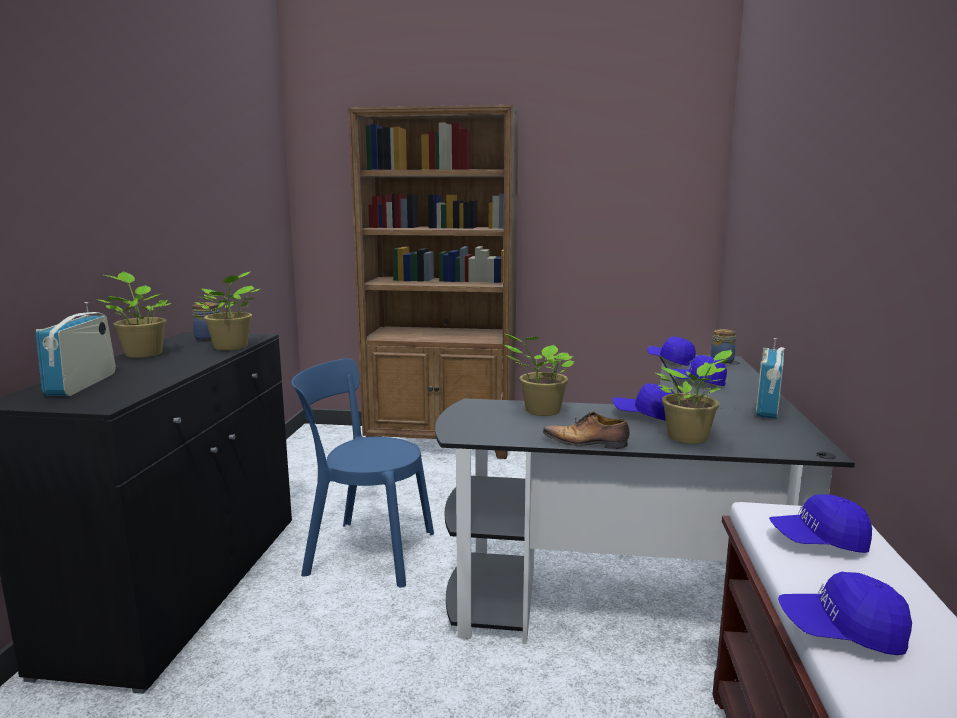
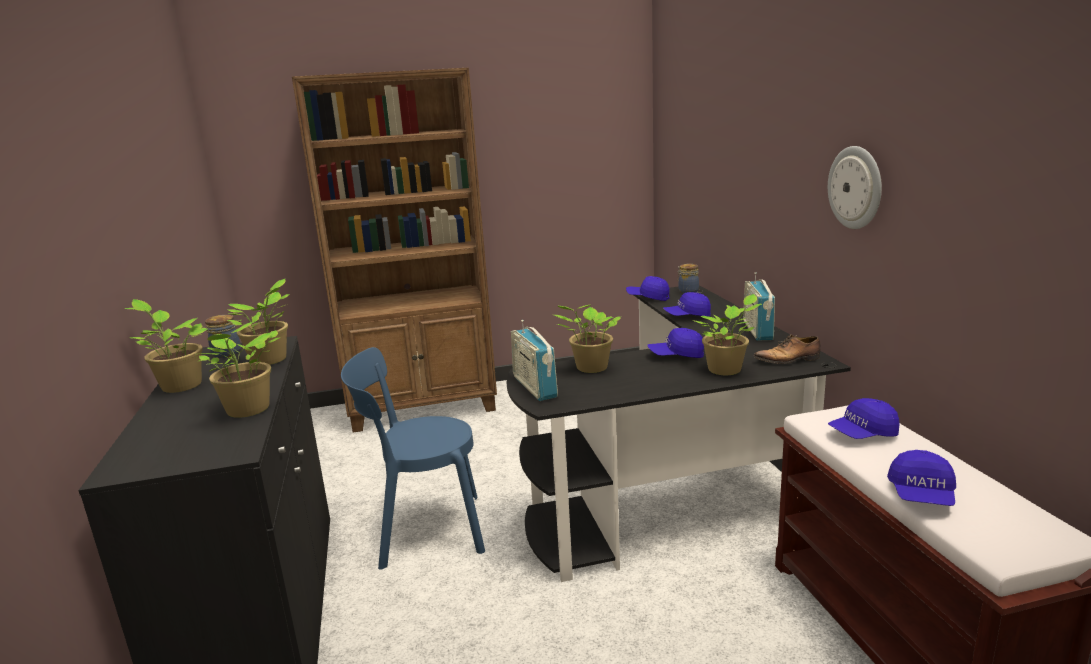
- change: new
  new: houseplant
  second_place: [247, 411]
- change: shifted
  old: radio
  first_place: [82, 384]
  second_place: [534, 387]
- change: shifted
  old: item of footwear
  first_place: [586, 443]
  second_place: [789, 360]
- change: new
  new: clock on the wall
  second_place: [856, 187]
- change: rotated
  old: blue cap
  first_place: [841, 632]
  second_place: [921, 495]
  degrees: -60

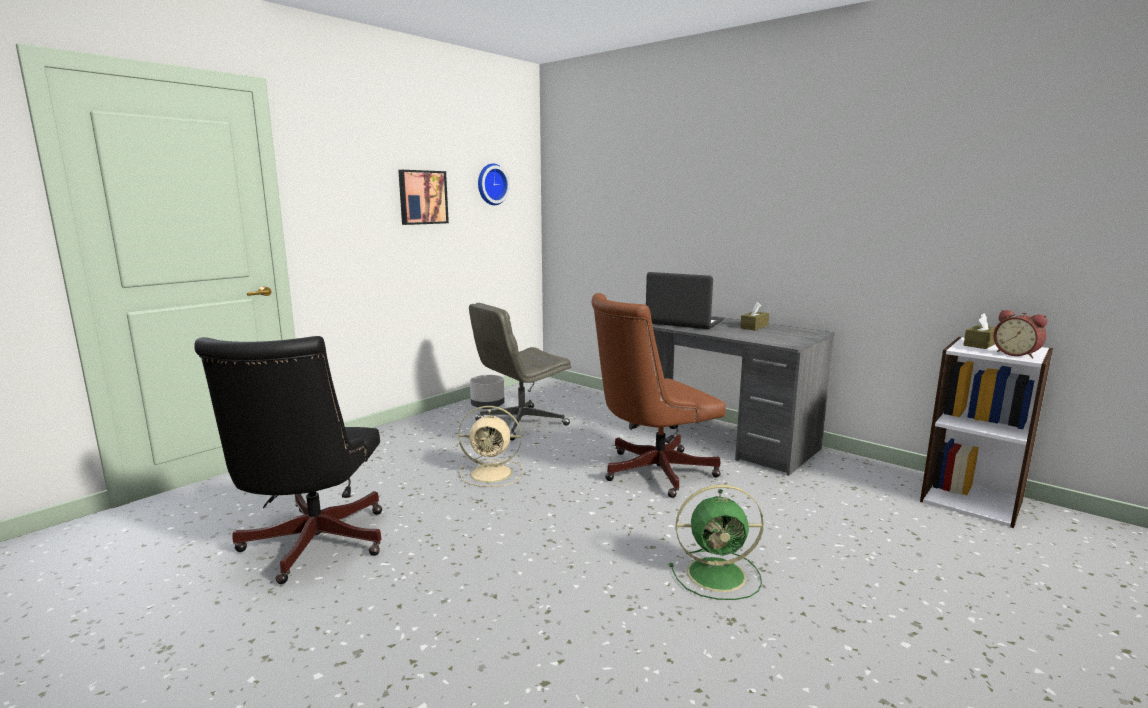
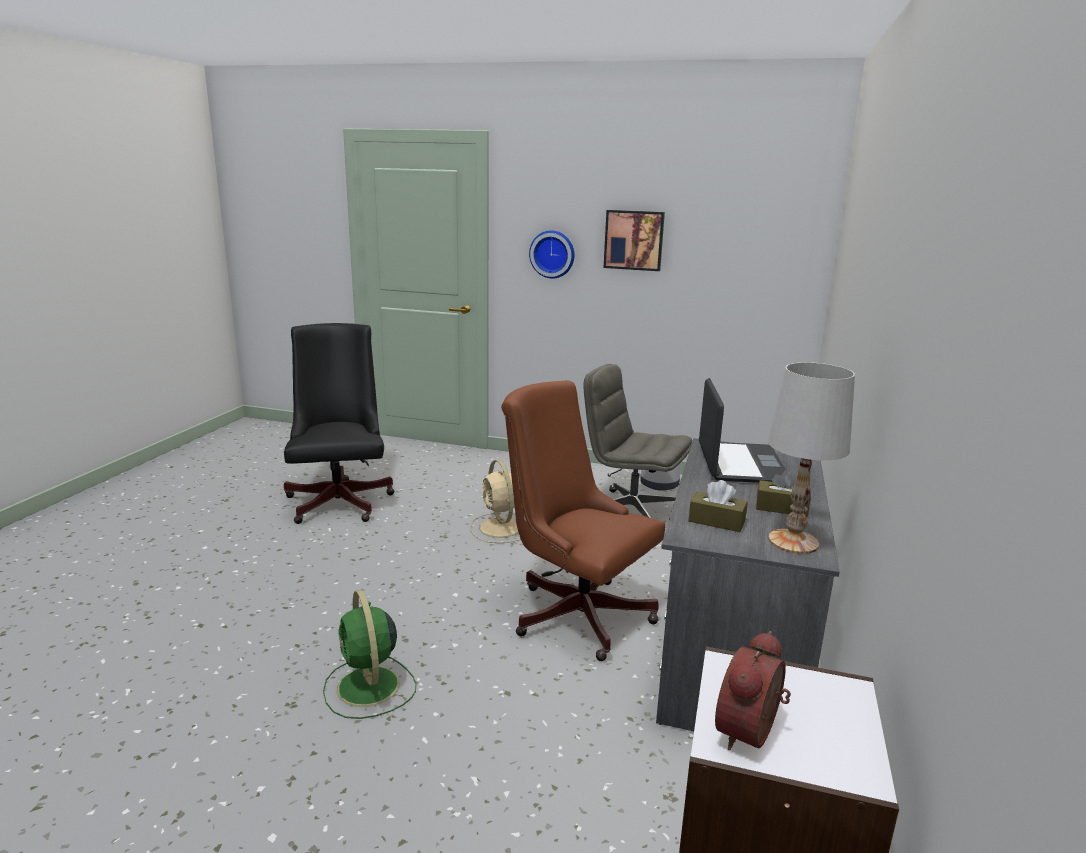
- change: rotated
  old: black office chair
  first_place: [311, 547]
  second_place: [340, 499]
  degrees: 105
- change: shifted
  old: clock on the wall
  first_place: [491, 184]
  second_place: [552, 254]
- change: shifted
  old: brown box of tissues
  first_place: [980, 344]
  second_place: [716, 521]
- change: new
  new: whitish lamp for a table
  second_place: [794, 542]

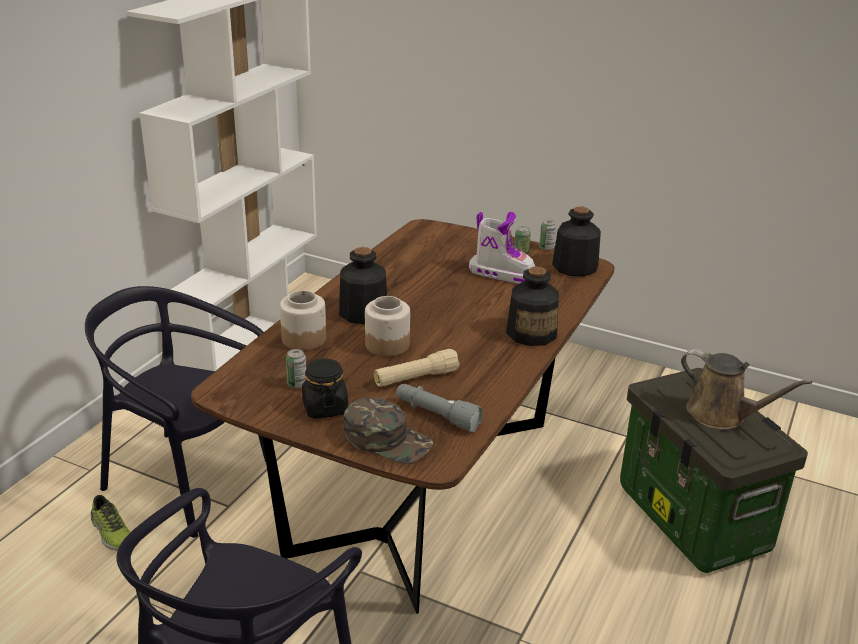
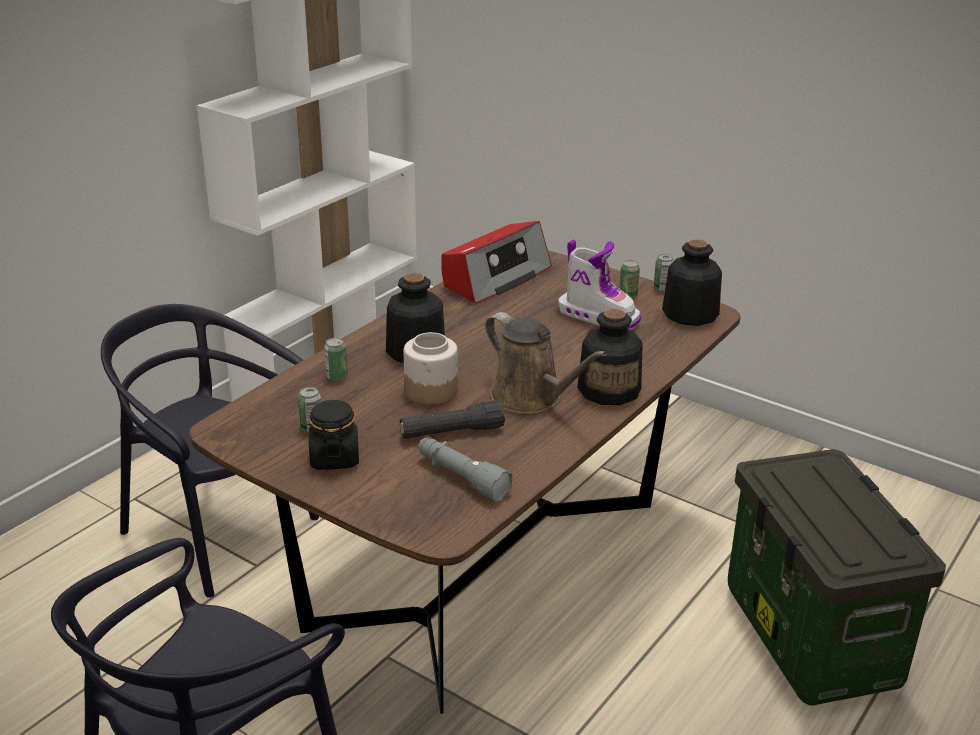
- change: swapped
  old: preserve jar
  new: sealed can
  first_place: [304, 339]
  second_place: [337, 376]
- change: repainted
  old: beige torch
  new: black torch
  first_place: [416, 378]
  second_place: [452, 432]
- change: new
  new: radio
  second_place: [495, 277]
- change: shifted
  old: brown watering pot
  first_place: [721, 415]
  second_place: [531, 398]
- change: gone
  old: item of footwear
  first_place: [112, 533]
- change: gone
  old: green cap
  first_place: [387, 439]

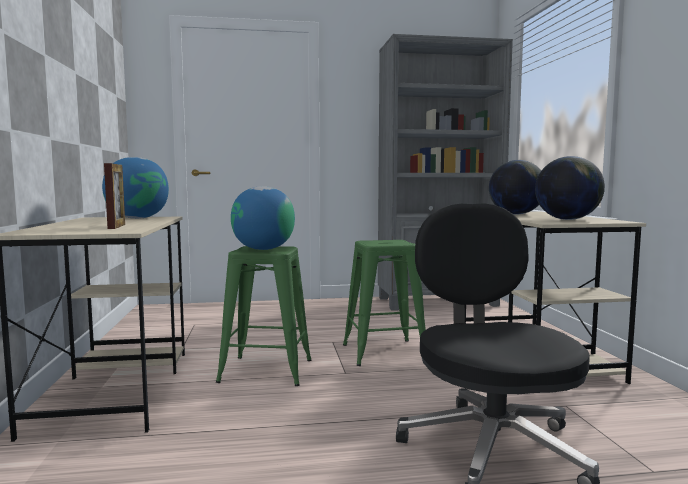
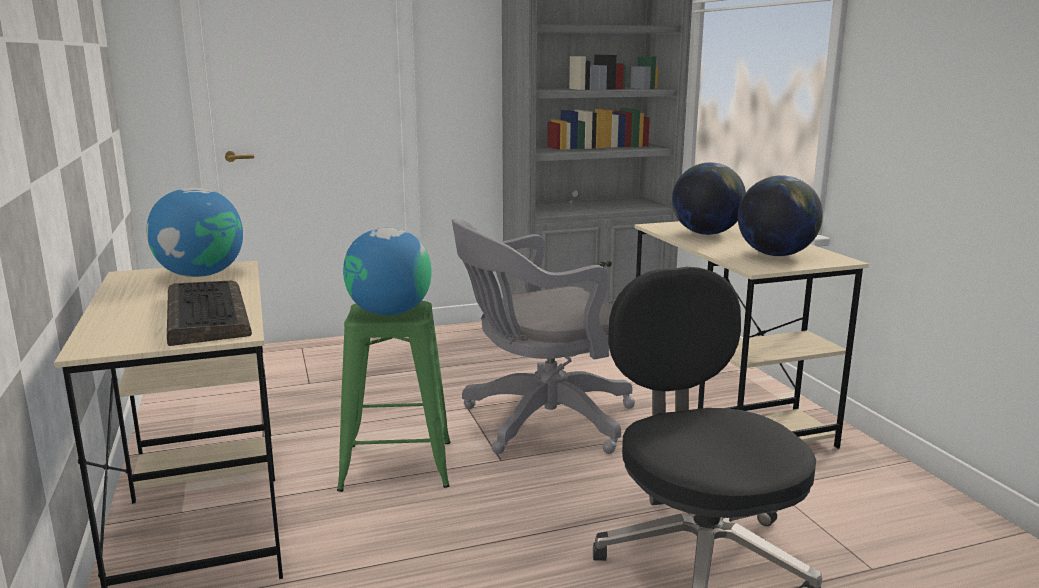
- change: swapped
  old: photo frame
  new: computer keyboard
  first_place: [116, 226]
  second_place: [205, 315]
- change: swapped
  old: green stool seat
  new: greyish office chair
  first_place: [384, 352]
  second_place: [540, 421]

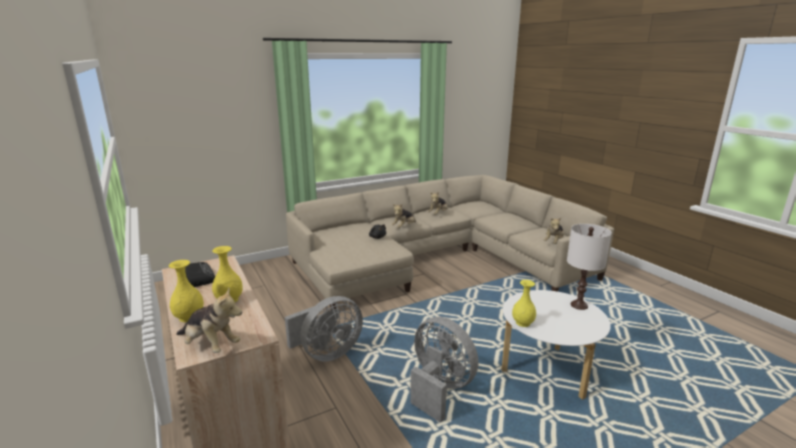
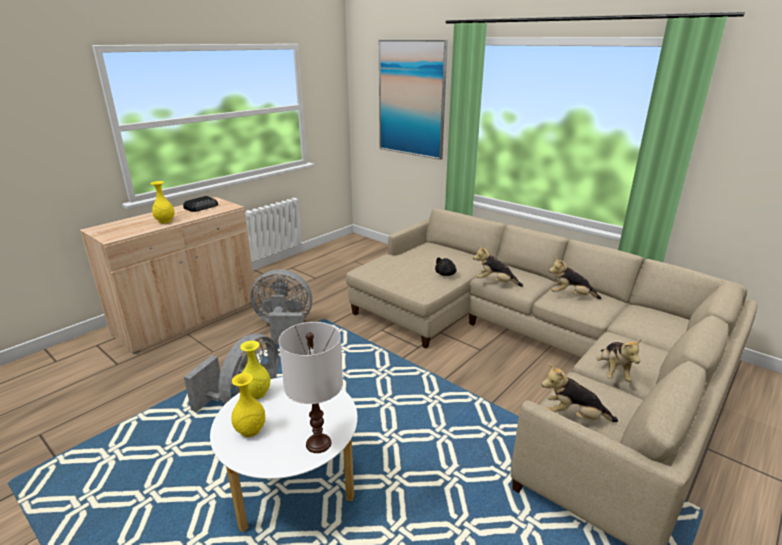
- change: shifted
  old: yellow-coloured flower vase
  first_place: [189, 317]
  second_place: [250, 430]
- change: rotated
  old: greyish fan
  first_place: [327, 353]
  second_place: [284, 329]
  degrees: 150
- change: new
  new: wall picture
  second_place: [411, 99]
- change: shifted
  old: plush toy
  first_place: [210, 345]
  second_place: [613, 372]

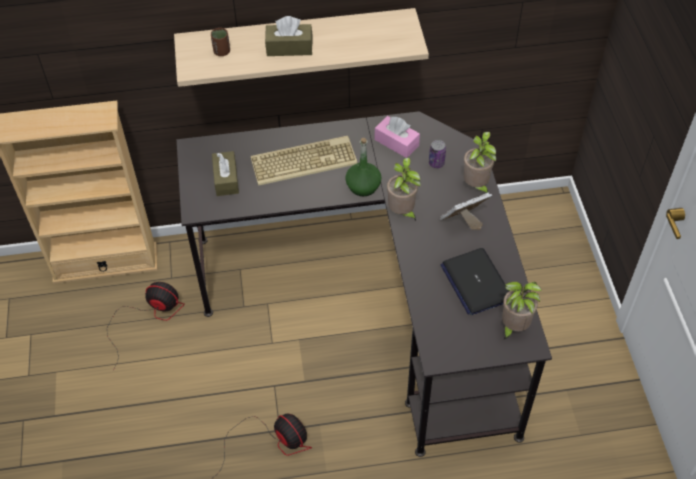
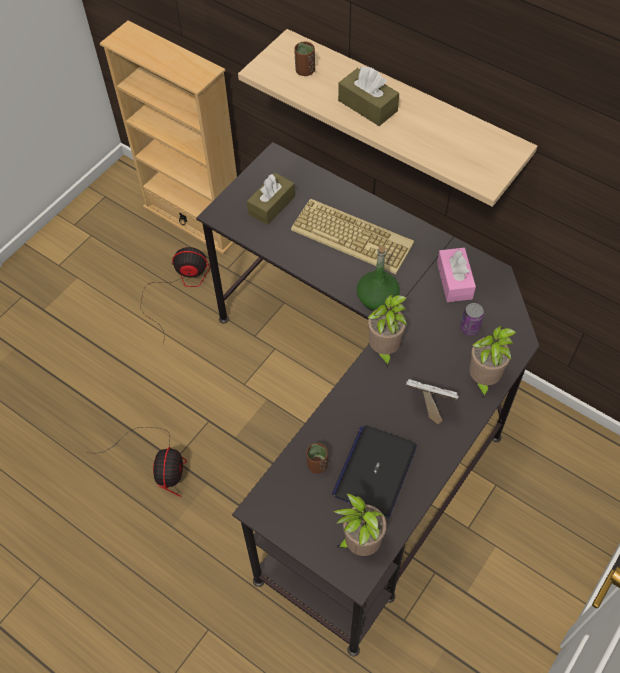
- change: rotated
  old: fan
  first_place: [149, 317]
  second_place: [179, 287]
  degrees: -60
- change: new
  new: brown small cup
  second_place: [317, 465]

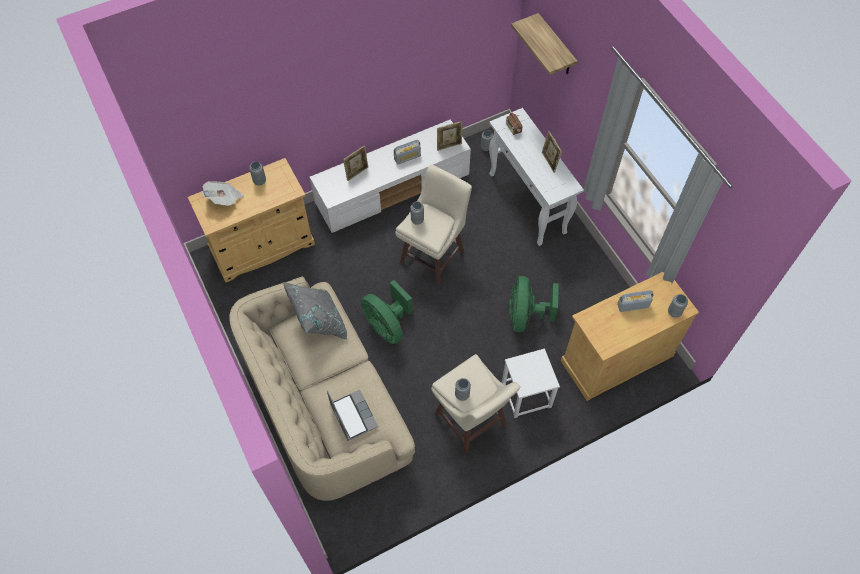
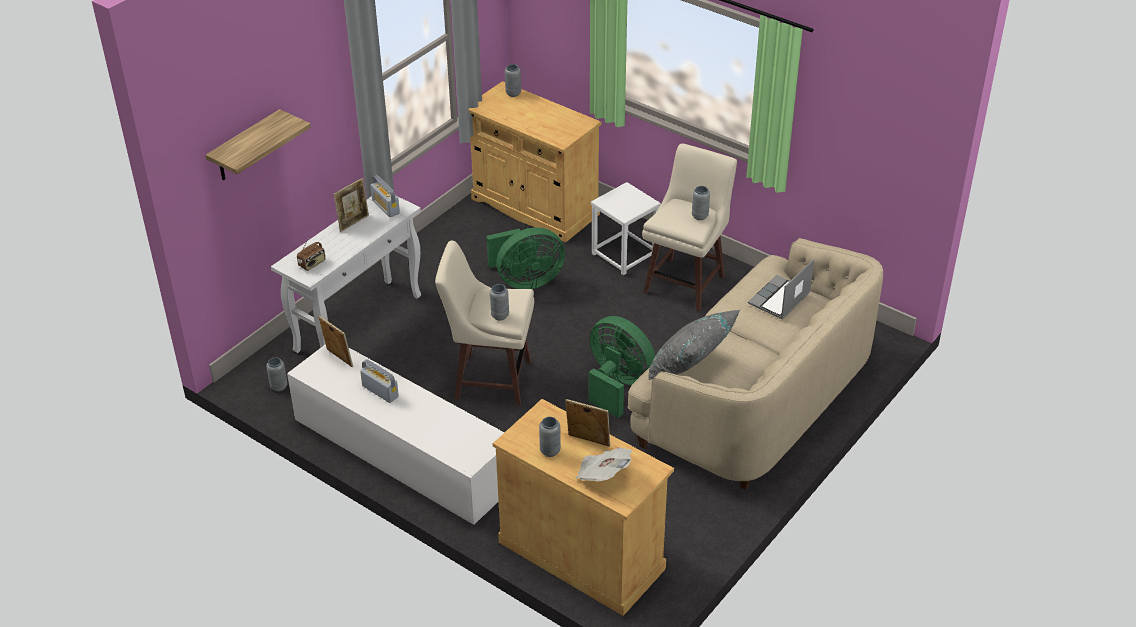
- change: shifted
  old: radio
  first_place: [633, 305]
  second_place: [386, 207]
- change: shifted
  old: photo frame
  first_place: [357, 173]
  second_place: [587, 441]
- change: rotated
  old: green fan
  first_place: [387, 326]
  second_place: [617, 385]
  degrees: -75

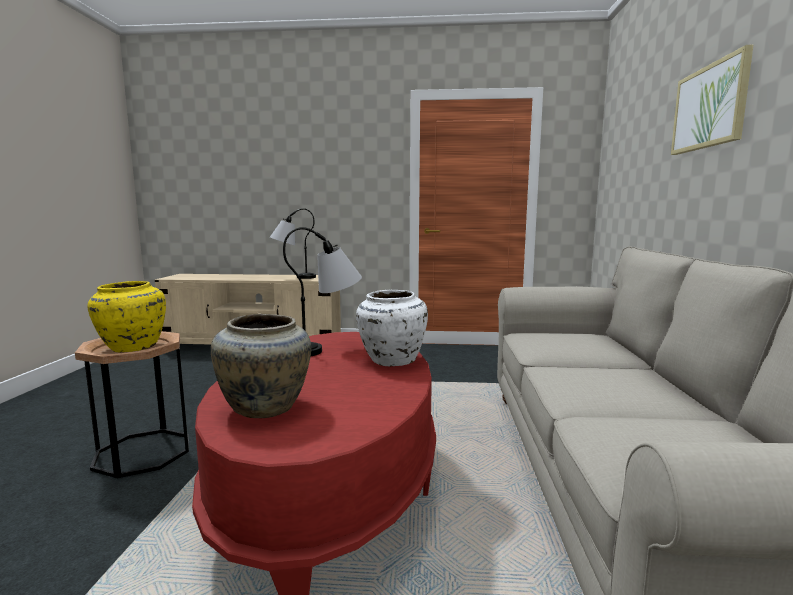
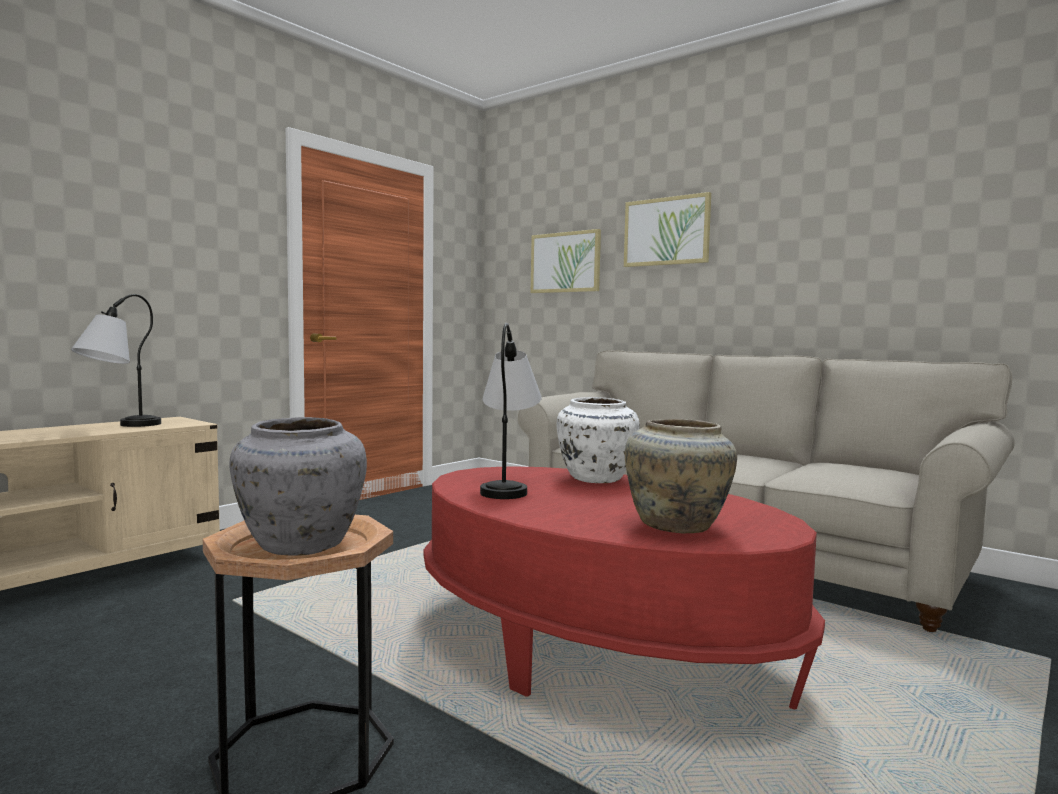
- change: repainted
  old: yellow-coloured flower vase
  new: greyish flower vase
  first_place: [131, 347]
  second_place: [299, 545]
- change: new
  new: wall picture
  second_place: [565, 262]

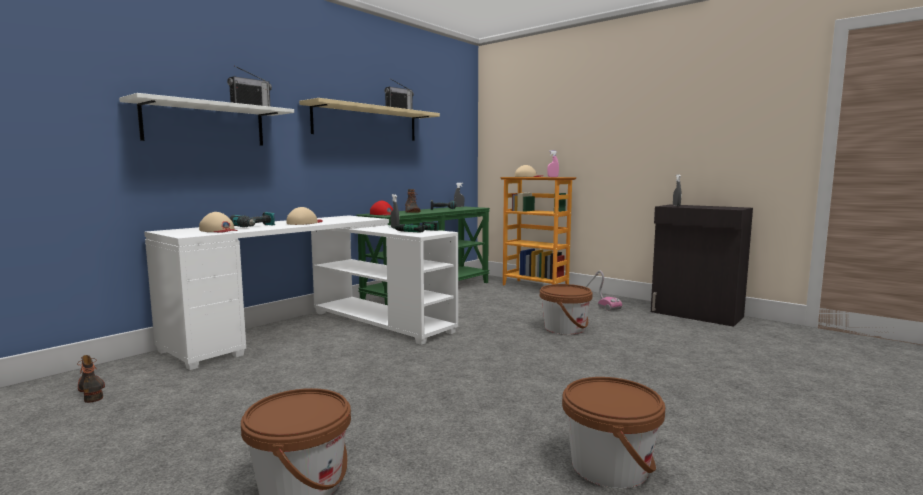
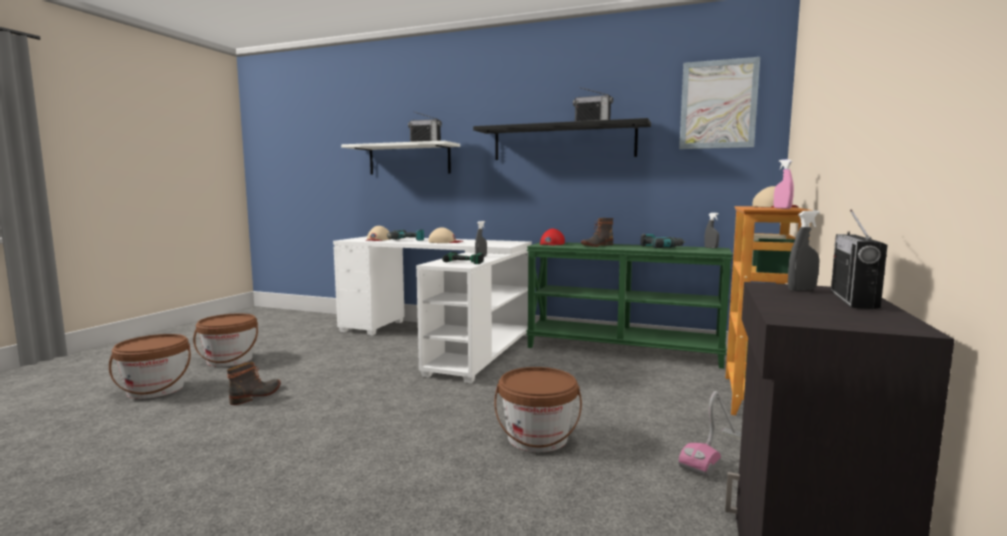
- change: shifted
  old: brown bucket
  first_place: [609, 466]
  second_place: [230, 360]
- change: shifted
  old: tall boot
  first_place: [92, 391]
  second_place: [256, 395]
- change: repainted
  old: beige bracket shelf
  new: black bracket shelf
  first_place: [366, 123]
  second_place: [563, 142]
- change: new
  new: wall picture
  second_place: [718, 104]
- change: new
  new: radio
  second_place: [853, 300]

